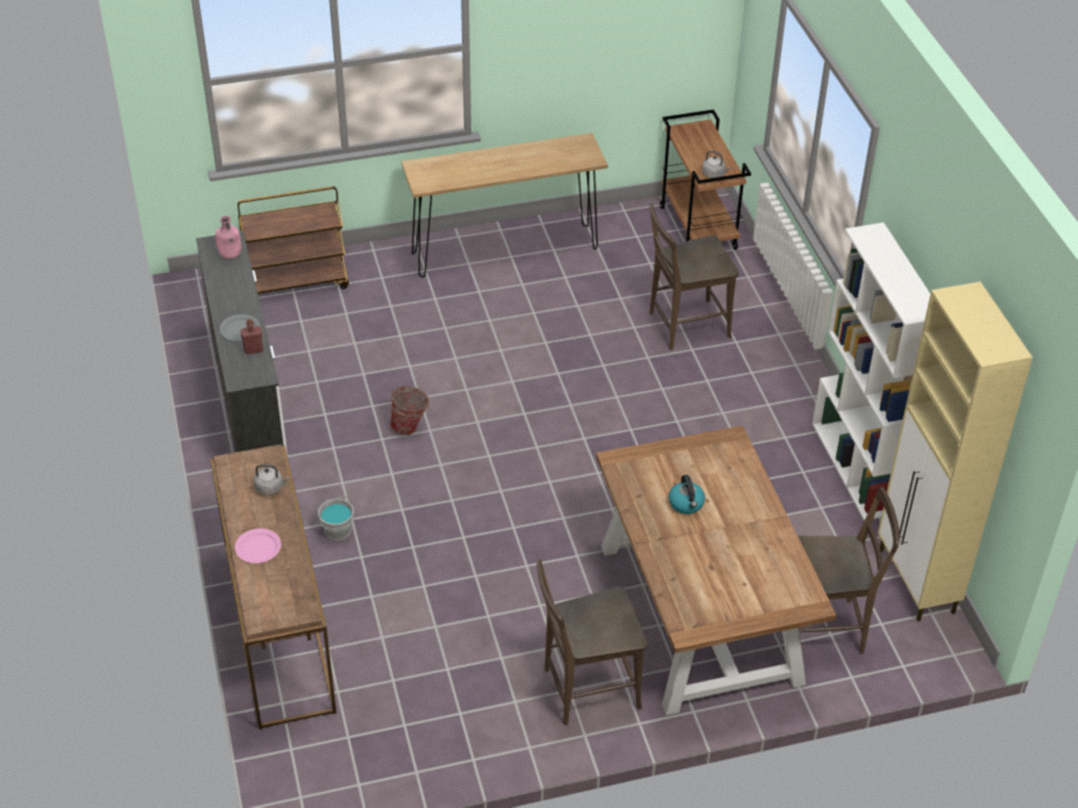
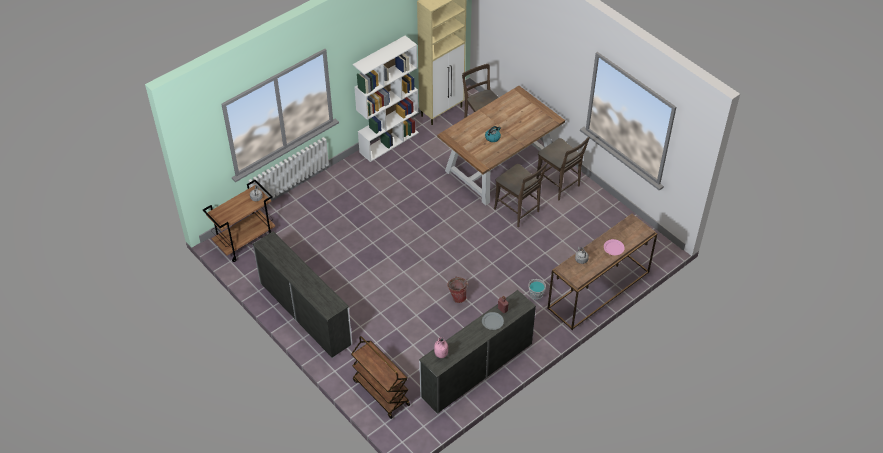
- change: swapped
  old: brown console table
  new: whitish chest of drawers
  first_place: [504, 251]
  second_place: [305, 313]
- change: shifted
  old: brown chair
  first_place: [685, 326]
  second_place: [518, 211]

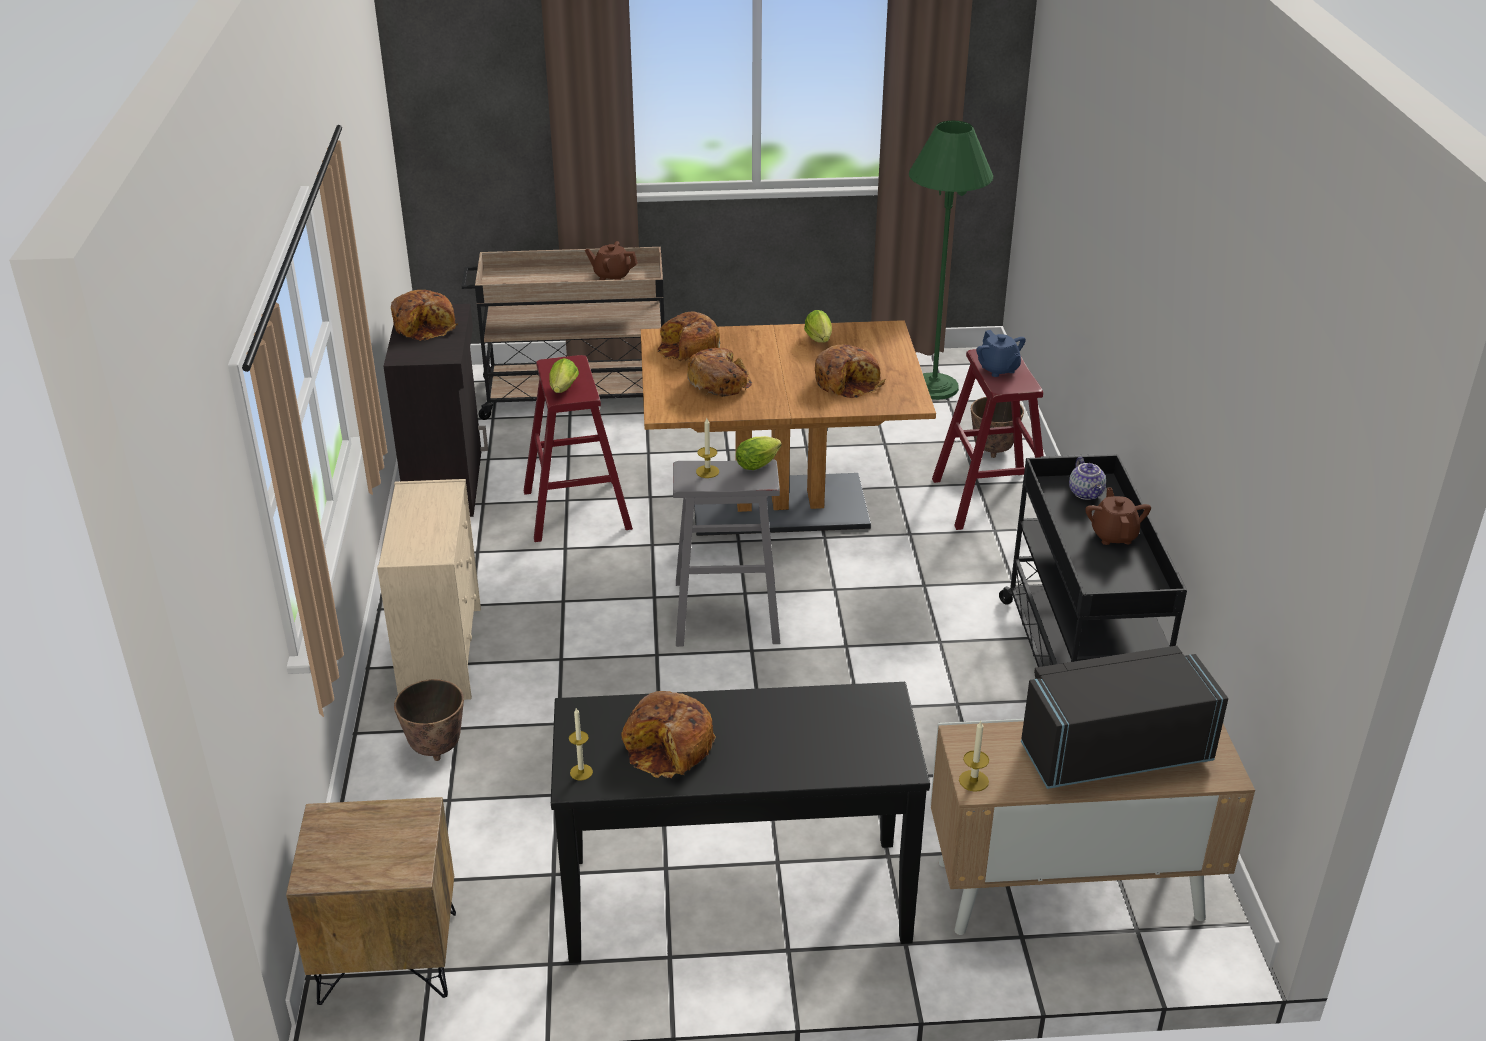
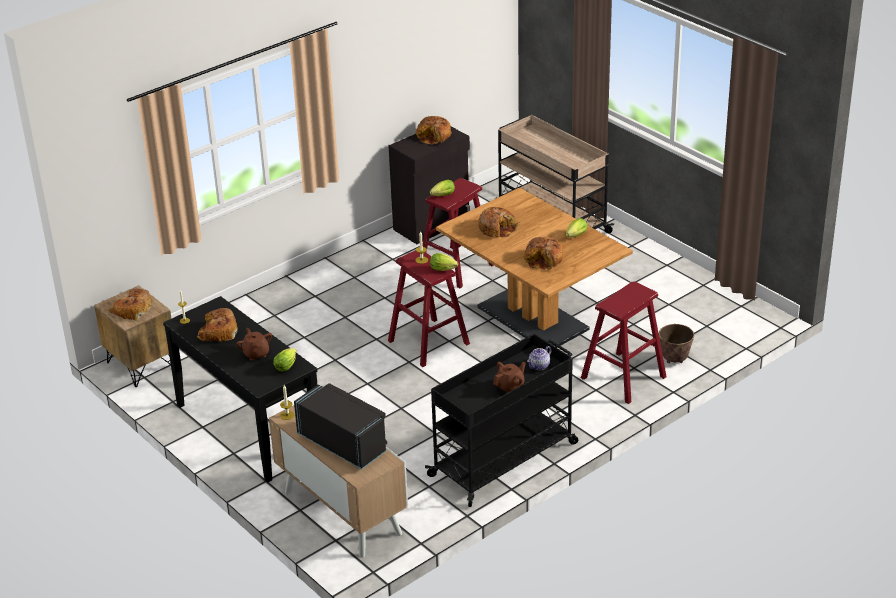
- change: shifted
  old: baked bread
  first_place: [688, 349]
  second_place: [132, 310]
- change: shifted
  old: brown teapot
  first_place: [612, 276]
  second_place: [256, 354]
- change: new
  new: head of lettuce
  second_place: [287, 365]
- change: repainted
  old: greyish stool seat
  new: red stool seat
  first_place: [726, 612]
  second_place: [428, 342]
- change: gone
  old: beige chest of drawers
  first_place: [441, 652]
- change: gone
  old: flower pot
  first_place: [435, 748]
- change: gone
  old: green floor lamp
  first_place: [934, 387]
- change: gone
  old: blue teapot
  first_place: [998, 369]

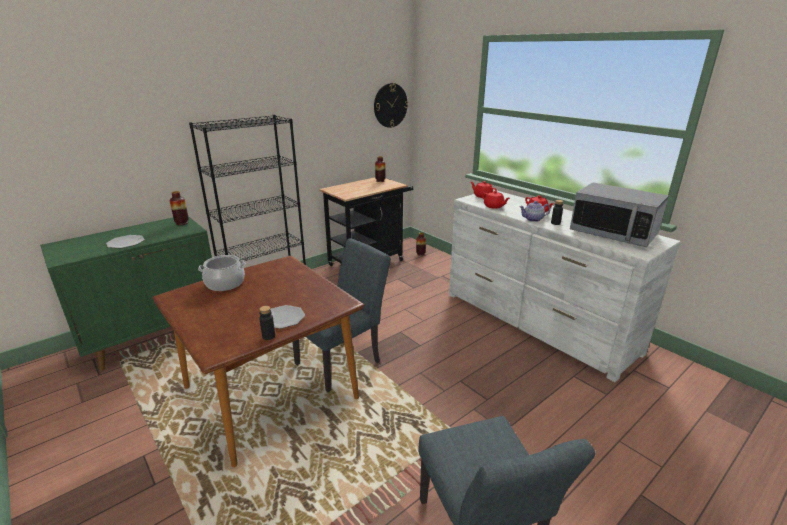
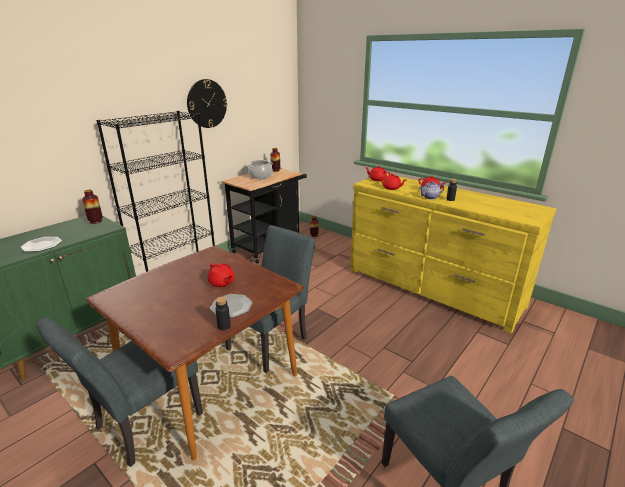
- change: new
  new: greyish chair
  second_place: [142, 425]
- change: shifted
  old: clock on the wall
  first_place: [390, 105]
  second_place: [206, 103]
- change: new
  new: red teapot
  second_place: [222, 282]
- change: shifted
  old: saucepot
  first_place: [225, 283]
  second_place: [260, 176]
- change: repainted
  old: whitish chest of drawers
  new: yellow-coloured chest of drawers
  first_place: [536, 322]
  second_place: [432, 287]
- change: gone
  old: microwave oven
  first_place: [613, 233]

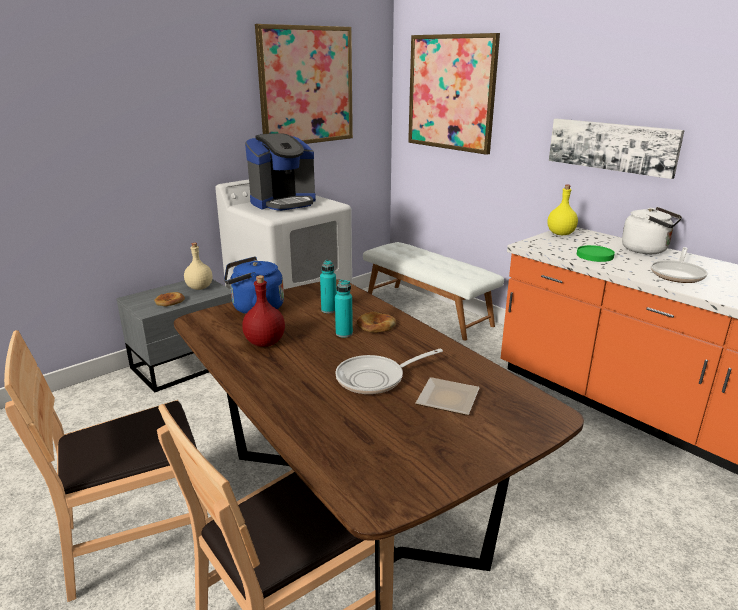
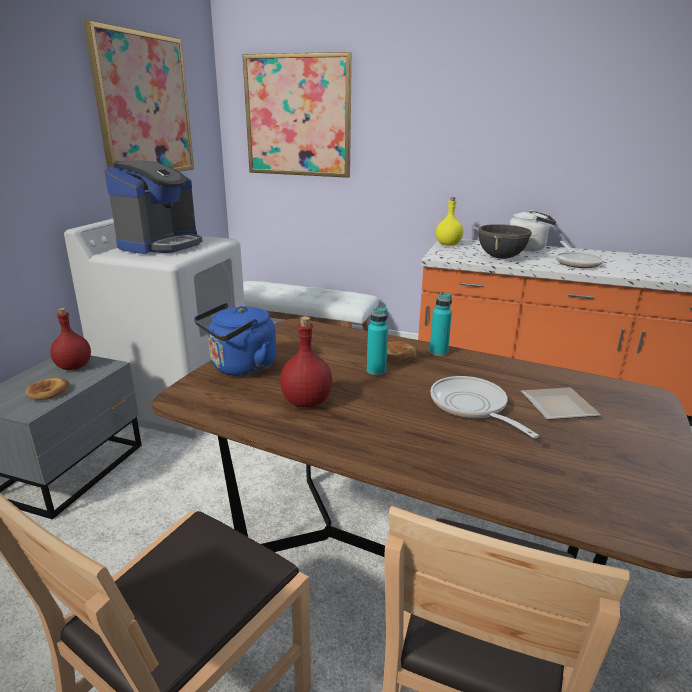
- change: repainted
  old: beige drink bottle
  new: red drink bottle
  first_place: [200, 287]
  second_place: [74, 366]
- change: shifted
  old: turquoise drink bottle
  first_place: [329, 310]
  second_place: [438, 352]
- change: rotated
  old: frying pan
  first_place: [375, 378]
  second_place: [471, 407]
  degrees: 120
- change: swapped
  old: green flat dish
  new: black saucepot
  first_place: [594, 256]
  second_place: [501, 258]
- change: gone
  old: wall picture
  first_place: [612, 146]

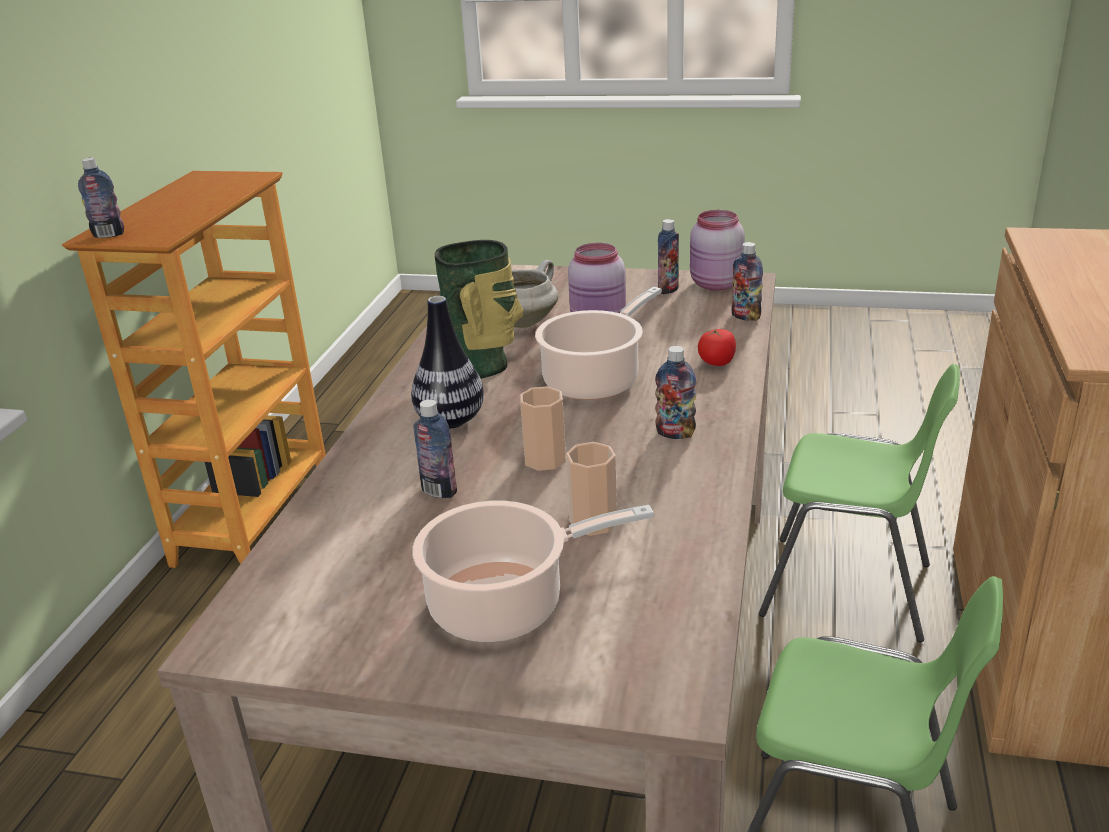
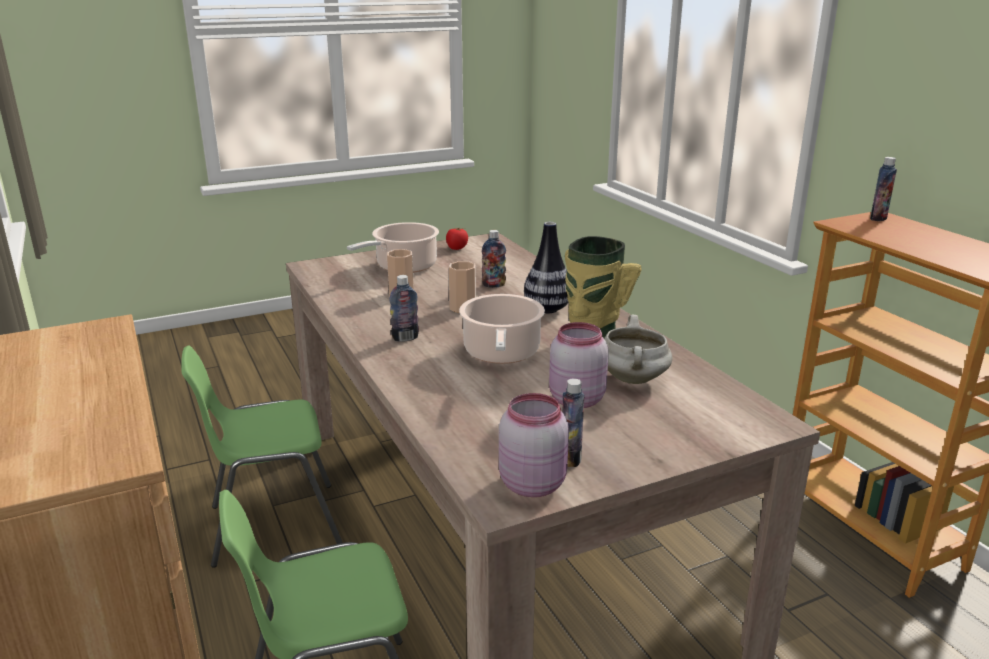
- change: shifted
  old: fresh tomato
  first_place: [717, 362]
  second_place: [456, 248]
- change: gone
  old: drink bottle
  first_place: [745, 316]

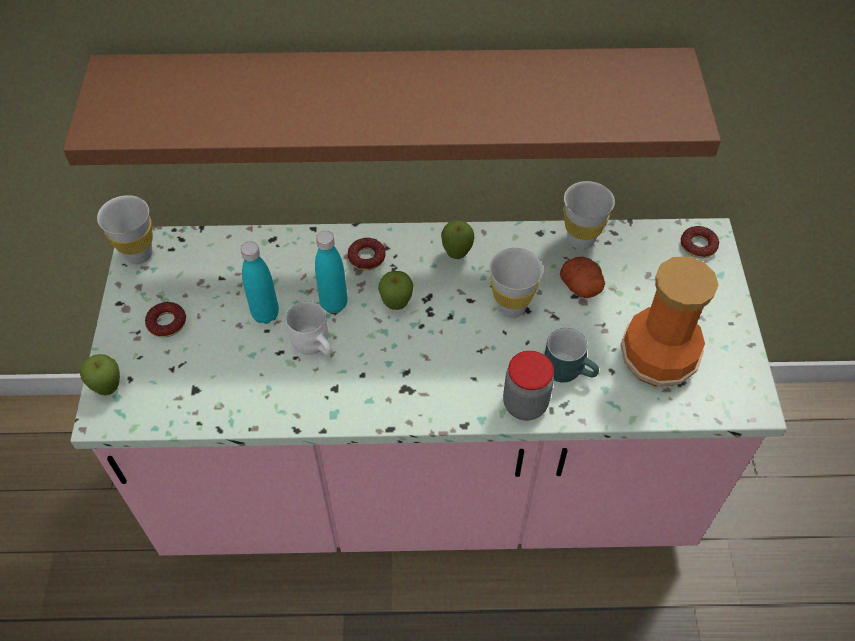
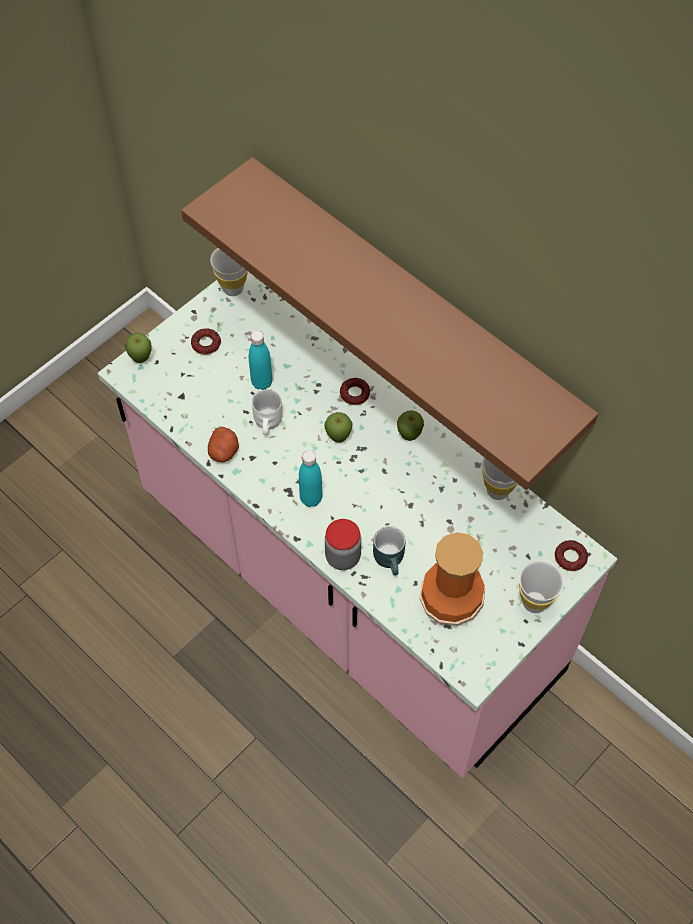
- change: shifted
  old: potato
  first_place: [582, 286]
  second_place: [224, 451]
- change: shifted
  old: turquoise drink bottle
  first_place: [334, 304]
  second_place: [311, 498]
- change: shifted
  old: whitish small cup
  first_place: [511, 307]
  second_place: [534, 602]

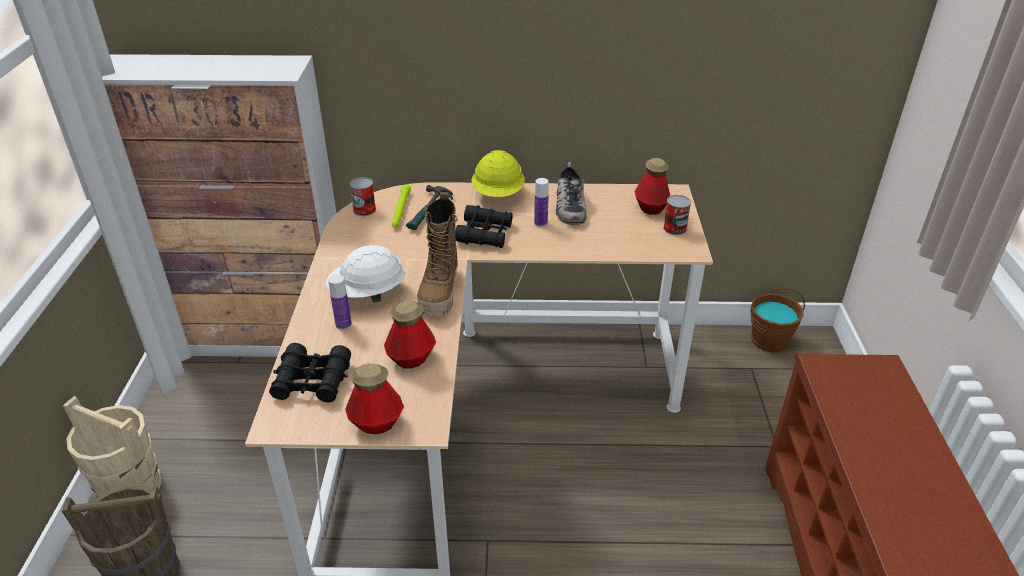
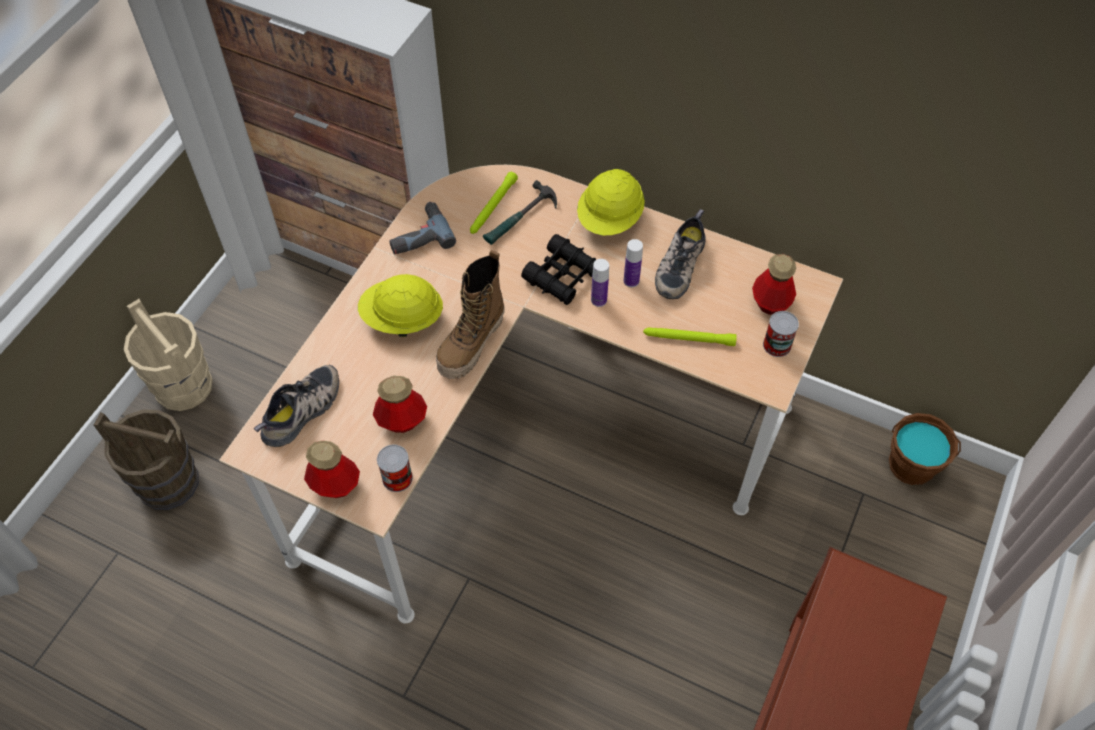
- change: swapped
  old: black pair of binoculars
  new: item of footwear
  first_place: [312, 381]
  second_place: [303, 412]
- change: repainted
  old: whitish safety helmet
  new: yellow-coloured safety helmet
  first_place: [368, 294]
  second_place: [402, 319]
- change: shifted
  old: sealed can
  first_place: [364, 210]
  second_place: [397, 478]
- change: new
  new: electric drill
  second_place: [418, 235]
- change: shifted
  old: drink bottle
  first_place: [343, 324]
  second_place: [599, 300]
- change: new
  new: green torch
  second_place: [688, 339]

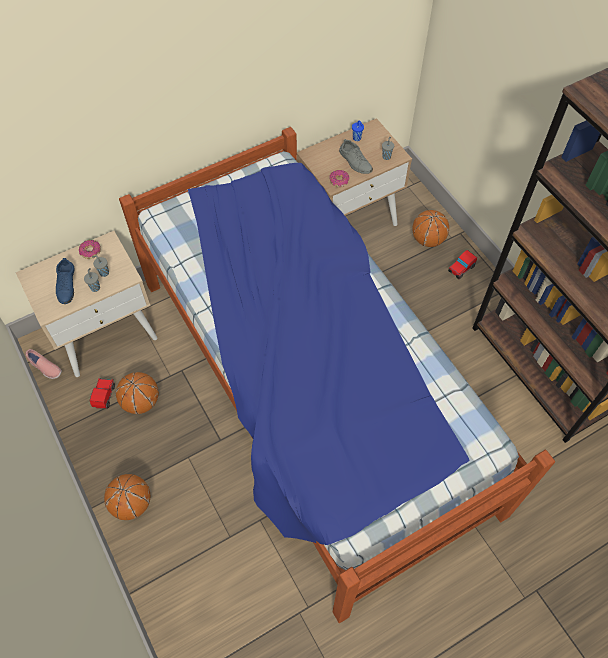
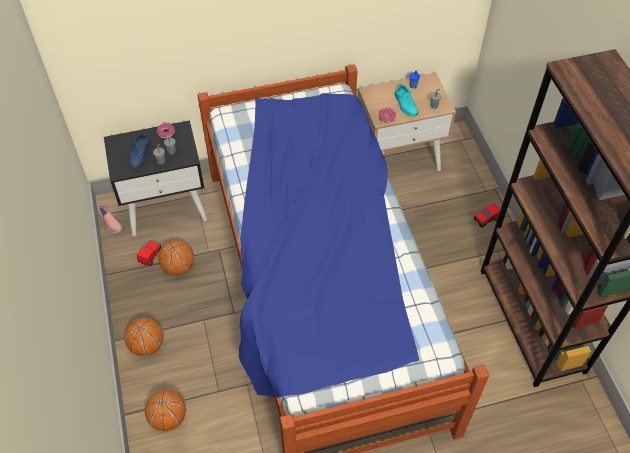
- change: repainted
  old: beige bedside table
  new: black bedside table
  first_place: [105, 333]
  second_place: [166, 206]
- change: shifted
  old: basketball ball
  first_place: [428, 240]
  second_place: [168, 418]
- change: repainted
  old: greyish item of footwear
  new: turquoise item of footwear
  first_place: [355, 161]
  second_place: [405, 104]

